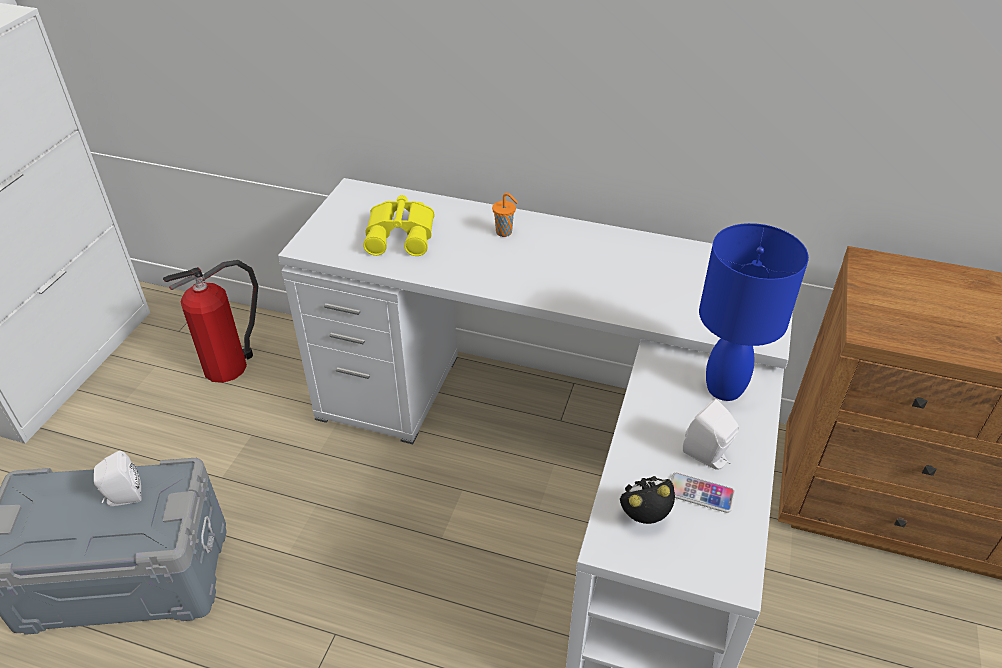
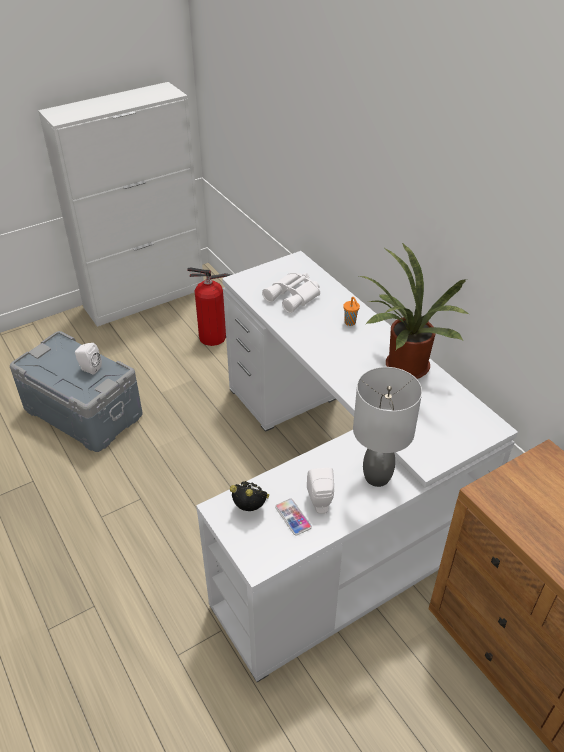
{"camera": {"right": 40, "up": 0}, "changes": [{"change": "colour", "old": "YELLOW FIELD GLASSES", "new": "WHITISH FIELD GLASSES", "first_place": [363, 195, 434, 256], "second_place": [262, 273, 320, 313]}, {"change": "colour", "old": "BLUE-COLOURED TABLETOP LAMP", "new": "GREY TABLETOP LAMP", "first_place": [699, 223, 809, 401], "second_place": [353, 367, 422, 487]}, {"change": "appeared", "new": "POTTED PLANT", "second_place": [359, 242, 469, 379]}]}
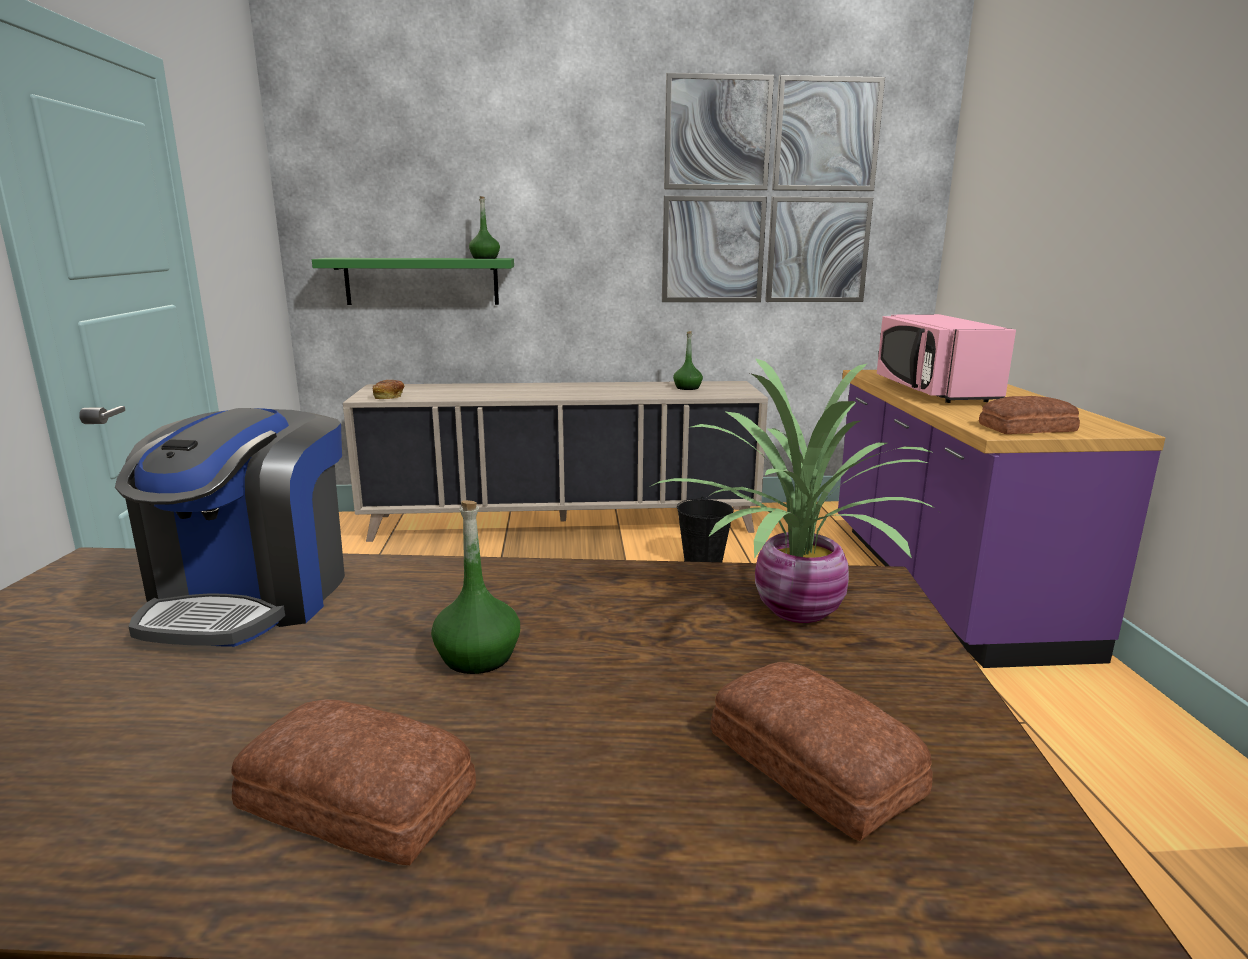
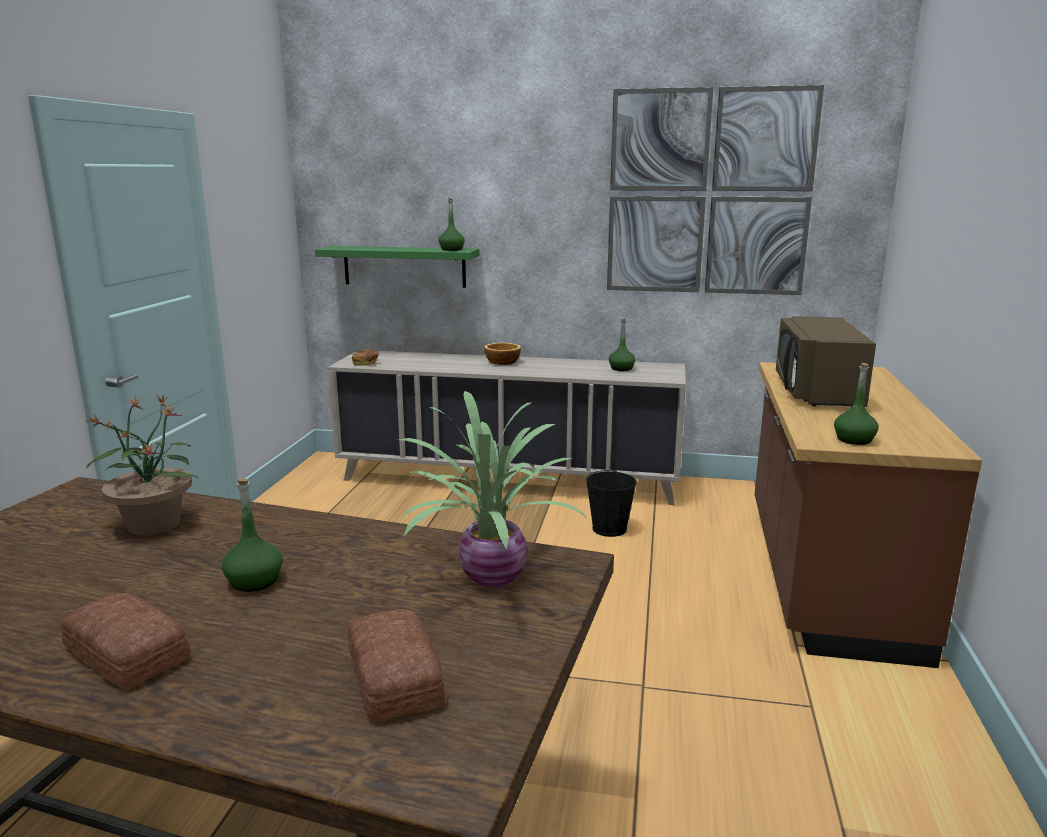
{"camera": {"right": 15, "up": 0}, "changes": [{"change": "colour", "old": "PINK KITCHEN MICROWAVE", "new": "BROWNISH KITCHEN MICROWAVE", "first_place": [877, 314, 1016, 403], "second_place": [776, 316, 876, 407]}, {"change": "colour", "old": "PURPLISH KITCHEN COUNTER", "new": "BROWNISH KITCHEN COUNTER", "first_place": [838, 370, 1165, 668], "second_place": [755, 362, 982, 668]}, {"change": "exchanged", "old": "BREAD", "new": "GREENISH DRINK BOTTLE", "first_place": [979, 396, 1080, 434], "second_place": [834, 363, 879, 445]}, {"change": "exchanged", "old": "COFFEE MAKER", "new": "POTTED PLANT", "first_place": [115, 408, 345, 647], "second_place": [86, 395, 198, 536]}, {"change": "appeared", "new": "DEEP DISH", "second_place": [484, 343, 521, 365]}]}
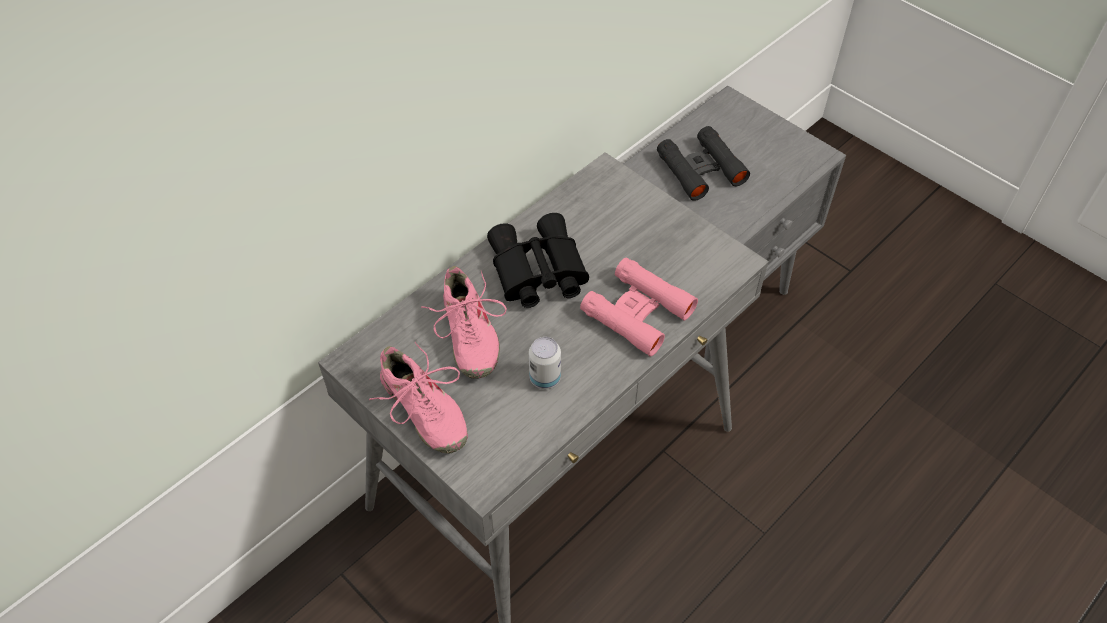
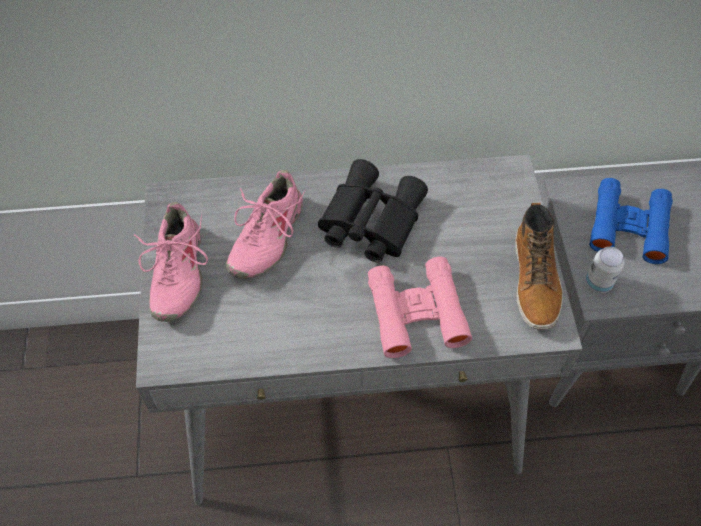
{"camera": {"right": 40, "up": 5}, "changes": [{"change": "colour", "old": "BLACKISH FIELD GLASSES", "new": "BLUE-COLOURED FIELD GLASSES", "first_place": [657, 126, 750, 201], "second_place": [590, 178, 673, 264]}, {"change": "relocated", "old": "CAN", "first_place": [529, 337, 561, 389], "second_place": [586, 247, 625, 293]}, {"change": "appeared", "new": "HIGH-TOP BOOT", "second_place": [515, 203, 563, 330]}]}
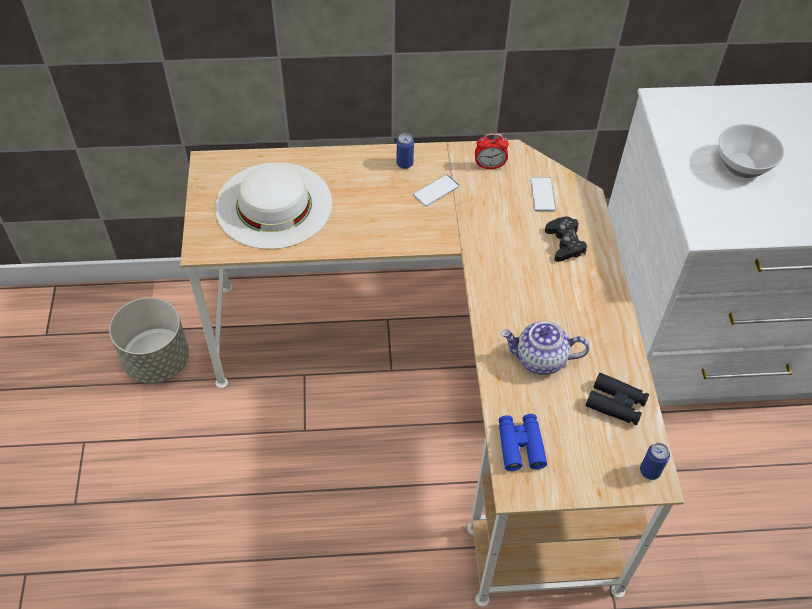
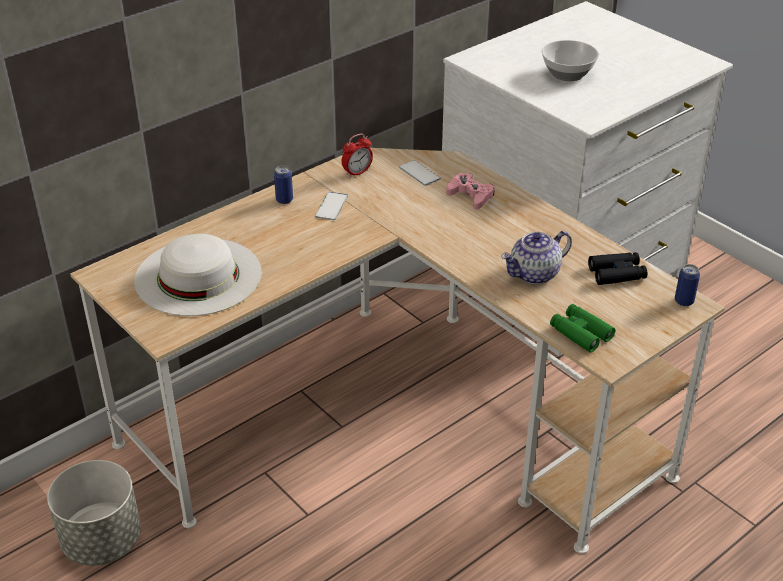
{"camera": {"right": -35, "up": -15}, "changes": [{"change": "colour", "old": "BLACKISH GAME CONTROLLER", "new": "PINK GAME CONTROLLER", "first_place": [545, 217, 587, 262], "second_place": [446, 173, 495, 210]}, {"change": "colour", "old": "BLUE-COLOURED FIELD GLASSES", "new": "GREENISH FIELD GLASSES", "first_place": [499, 414, 547, 471], "second_place": [550, 304, 615, 353]}]}
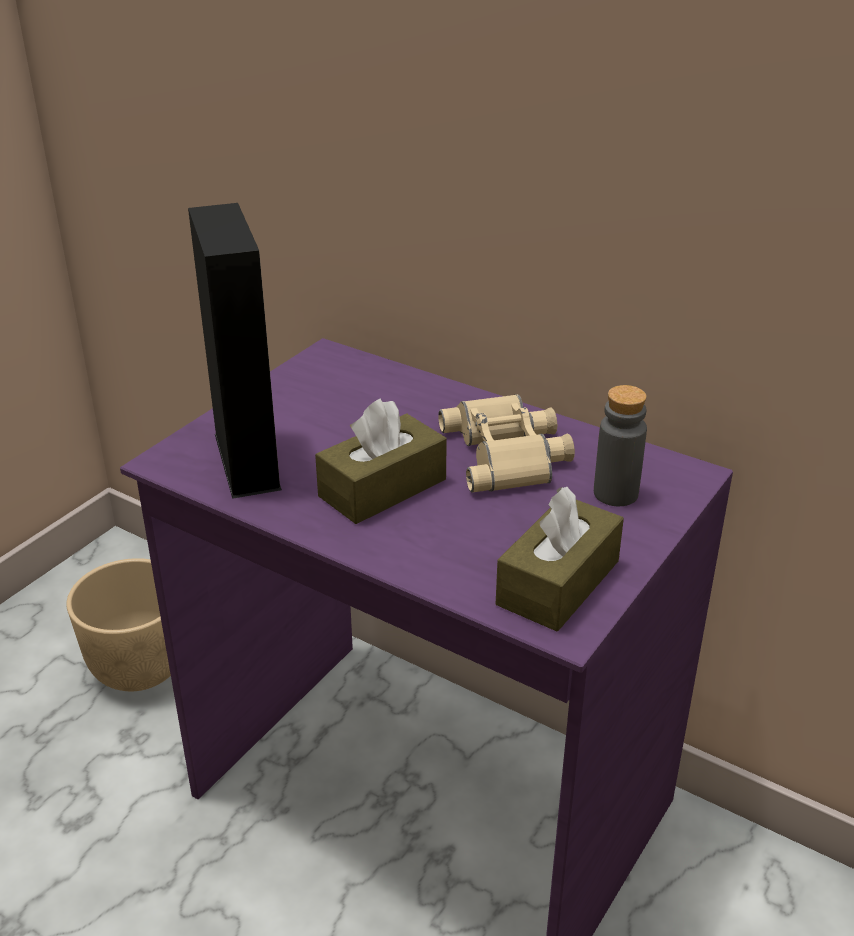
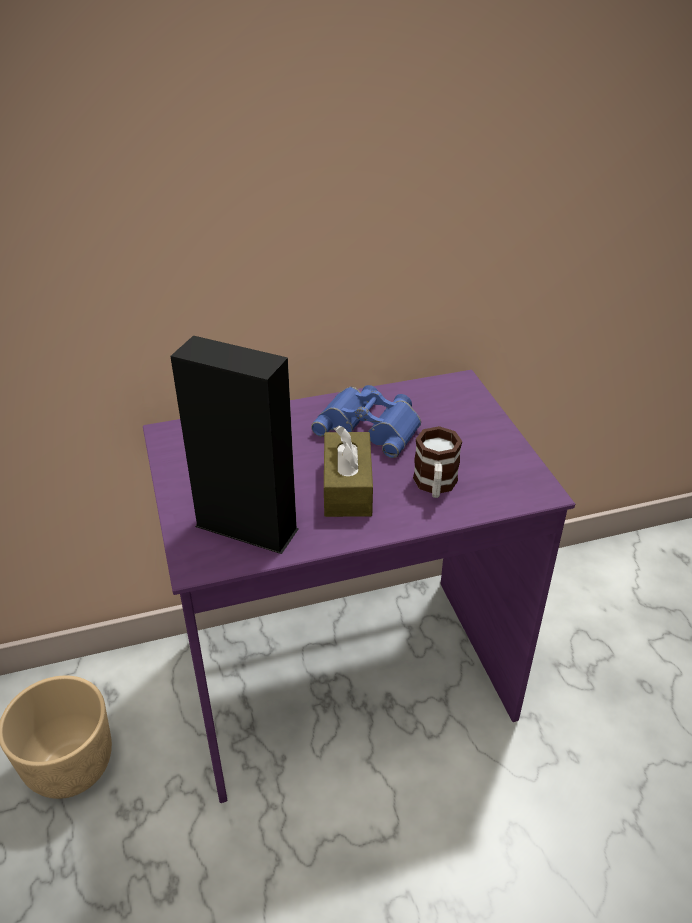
{"camera": {"right": -50, "up": 5}, "changes": [{"change": "missing", "old": "GREY DRINK BOTTLE", "first_place": [594, 385, 647, 506]}, {"change": "colour", "old": "BEIGE FIELD GLASSES", "new": "BLUE-COLOURED FIELD GLASSES", "first_place": [438, 394, 575, 493], "second_place": [311, 385, 421, 458]}, {"change": "missing", "old": "BROWNISH TISSUE BOX", "first_place": [496, 487, 624, 631]}, {"change": "appeared", "new": "MUG", "second_place": [413, 426, 462, 498]}]}
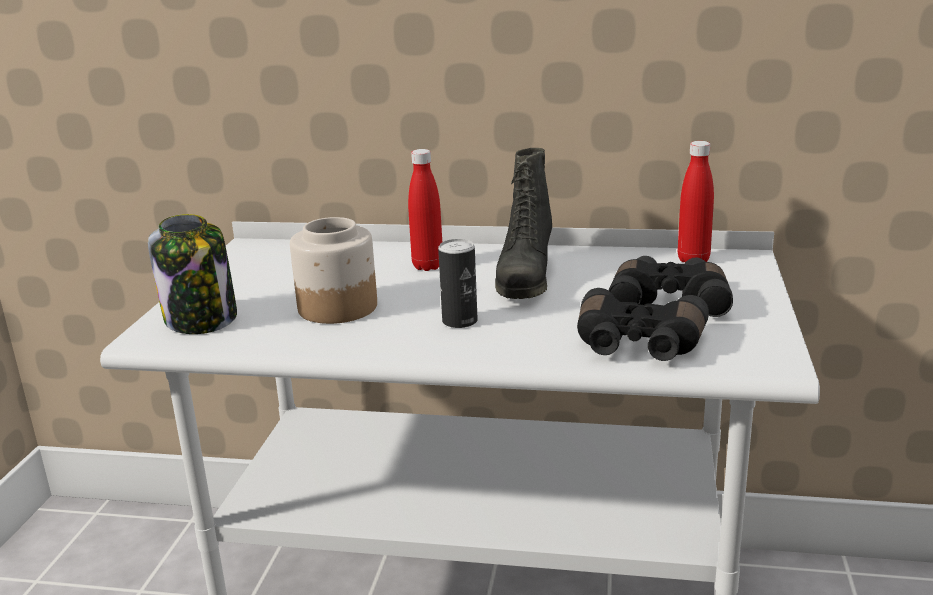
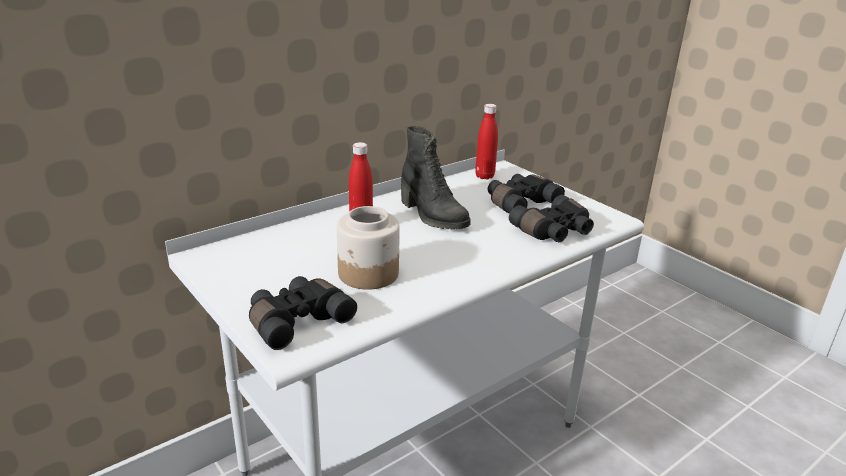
{"camera": {"right": -50, "up": 5}, "changes": [{"change": "exchanged", "old": "STORAGE JAR", "new": "BLACKISH FIELD GLASSES", "first_place": [148, 214, 237, 334], "second_place": [249, 276, 357, 350]}, {"change": "missing", "old": "CAN", "first_place": [438, 239, 478, 328]}]}
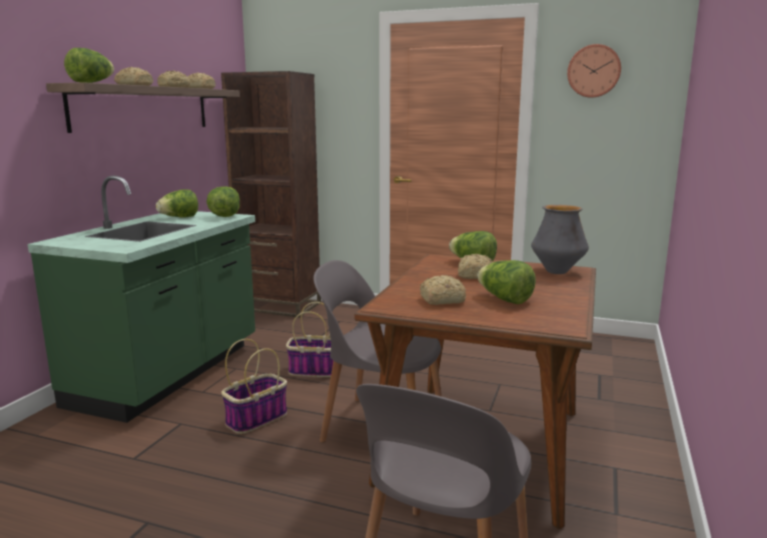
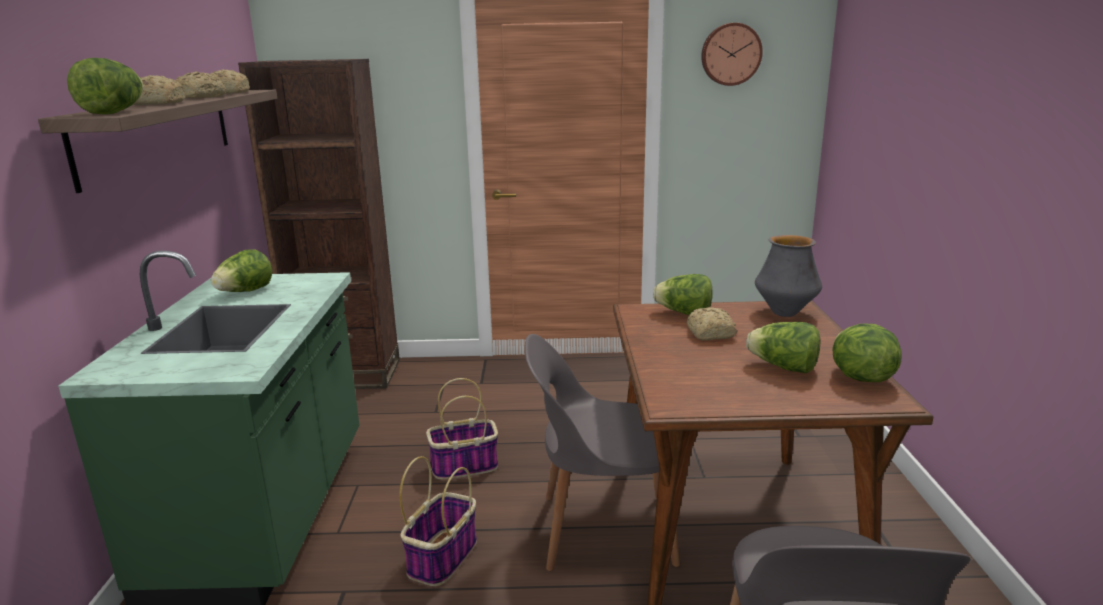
{"camera": {"right": -20, "up": 5}, "changes": [{"change": "relocated", "old": "HEAD OF LETTUCE", "first_place": [207, 186, 240, 217], "second_place": [832, 324, 902, 382]}, {"change": "missing", "old": "BREAD", "first_place": [420, 275, 466, 305]}]}
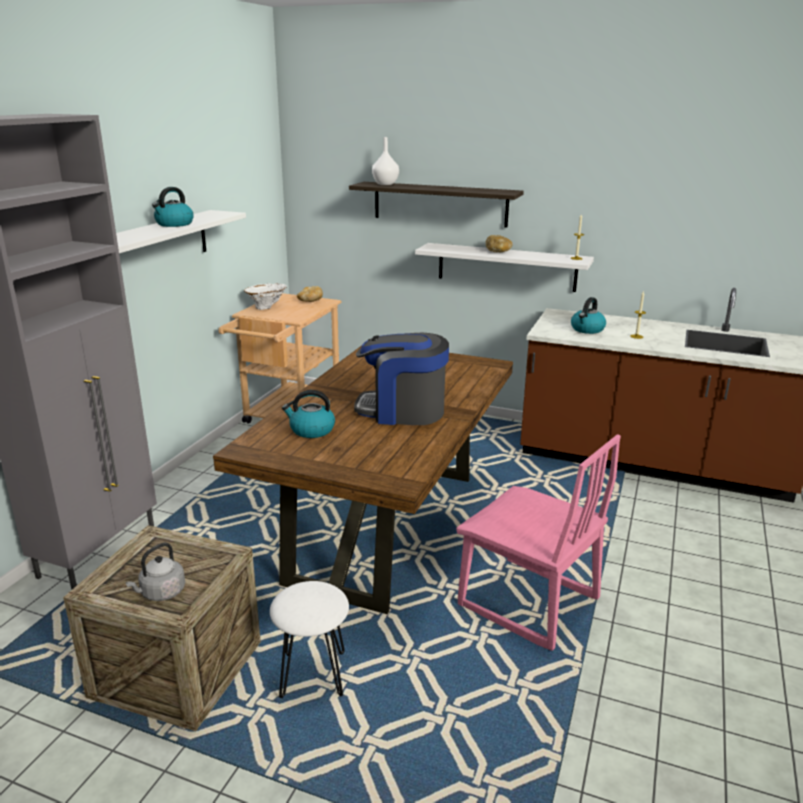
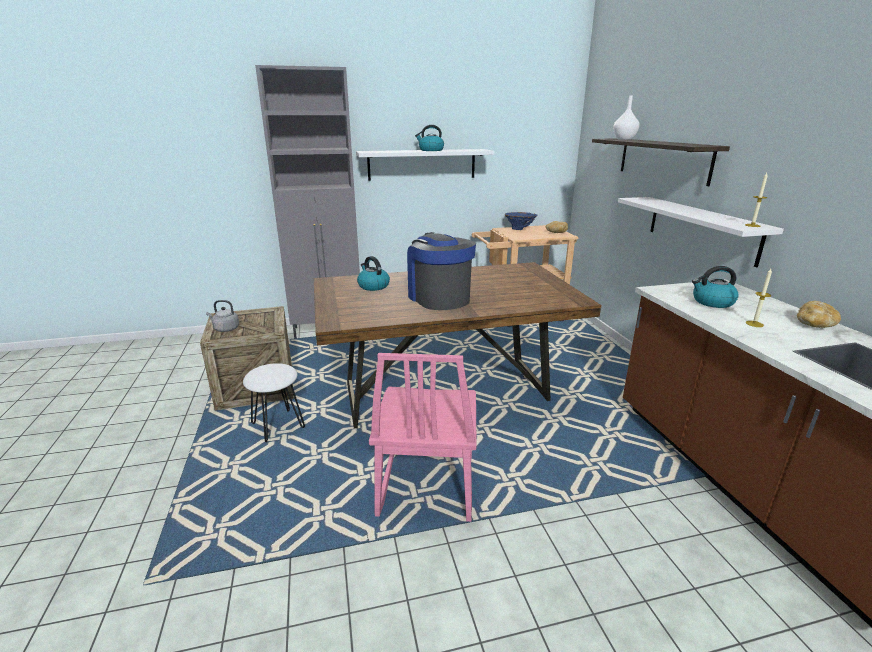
{"camera": {"right": 55, "up": 0}, "changes": [{"change": "relocated", "old": "BREAD", "first_place": [486, 235, 513, 252], "second_place": [797, 301, 841, 328]}, {"change": "colour", "old": "WHITISH FLOWER VASE", "new": "BLUE-COLOURED FLOWER VASE", "first_place": [244, 283, 287, 310], "second_place": [505, 212, 538, 230]}]}
